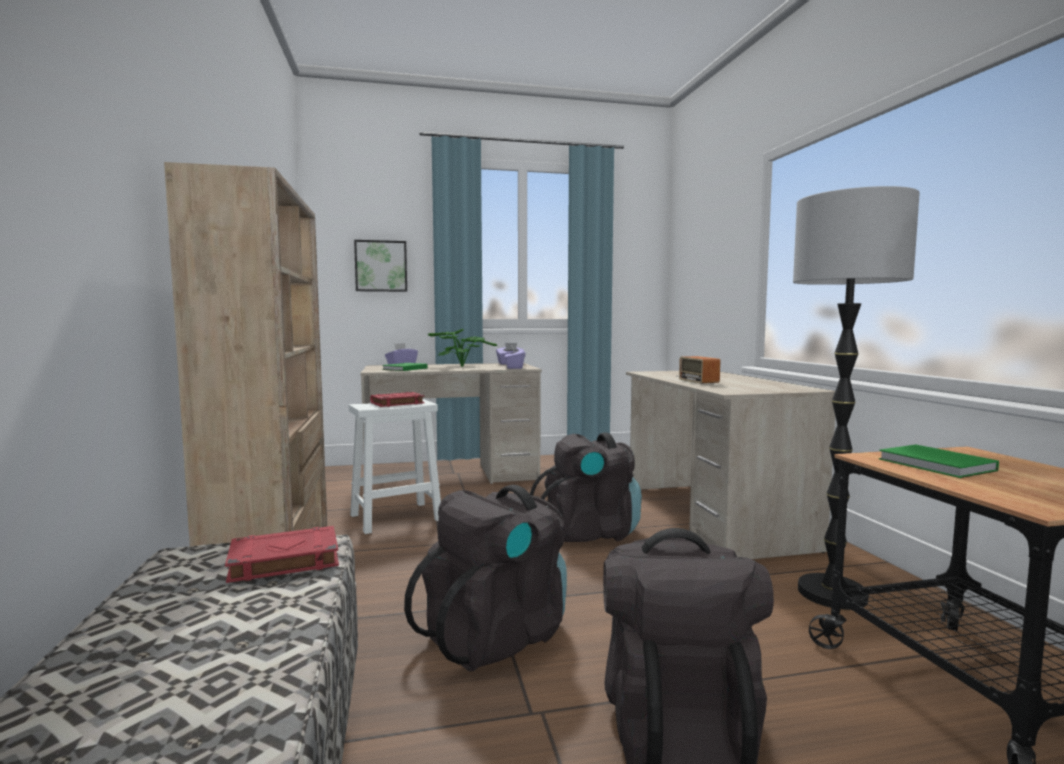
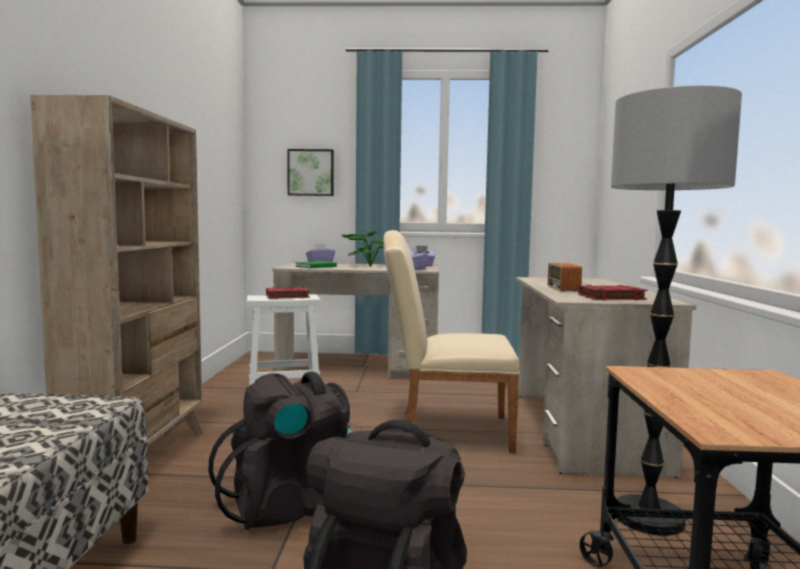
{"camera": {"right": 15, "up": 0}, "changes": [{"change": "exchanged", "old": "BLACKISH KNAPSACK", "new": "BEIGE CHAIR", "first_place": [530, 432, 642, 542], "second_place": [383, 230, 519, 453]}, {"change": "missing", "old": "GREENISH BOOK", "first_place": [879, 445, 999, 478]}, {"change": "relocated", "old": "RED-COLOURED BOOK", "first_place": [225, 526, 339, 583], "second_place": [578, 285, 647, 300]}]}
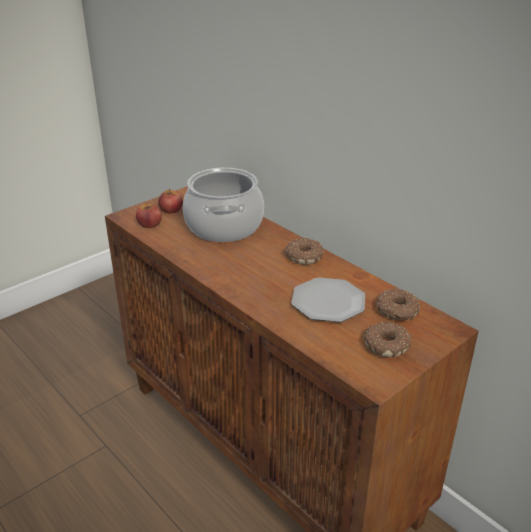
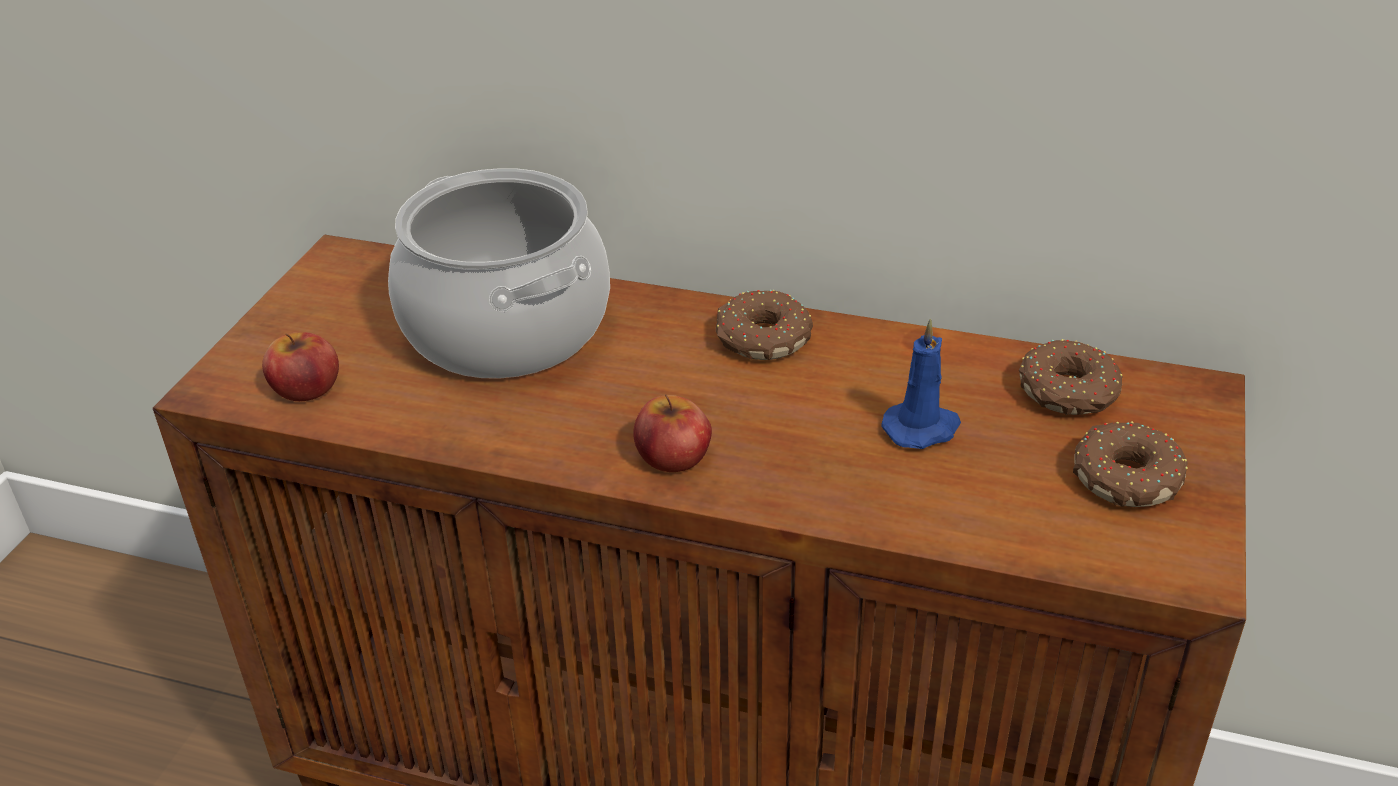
{"camera": {"right": -30, "up": 5}, "changes": [{"change": "relocated", "old": "APPLE FRUIT", "first_place": [158, 188, 183, 214], "second_place": [633, 394, 712, 472]}, {"change": "exchanged", "old": "PLATE", "new": "BLUE-COLOURED CANDLE", "first_place": [291, 278, 365, 322], "second_place": [881, 319, 961, 449]}]}
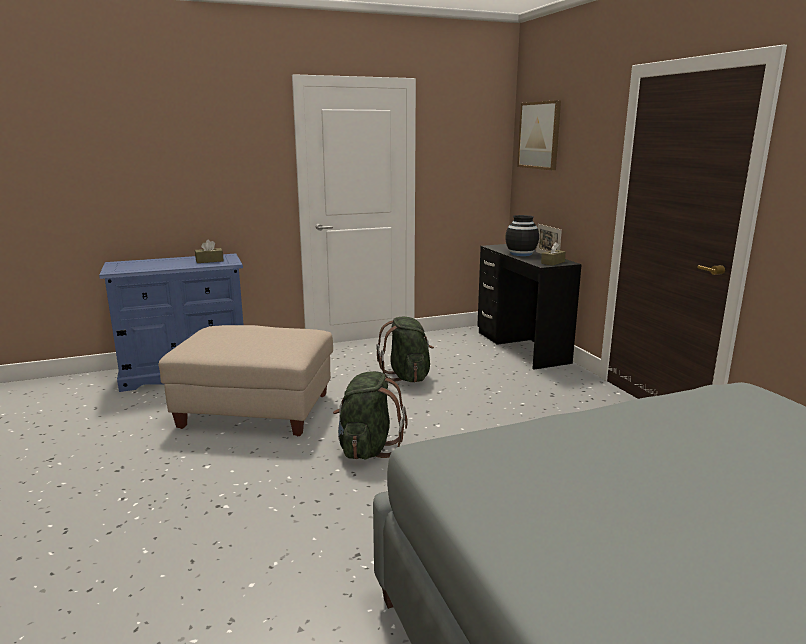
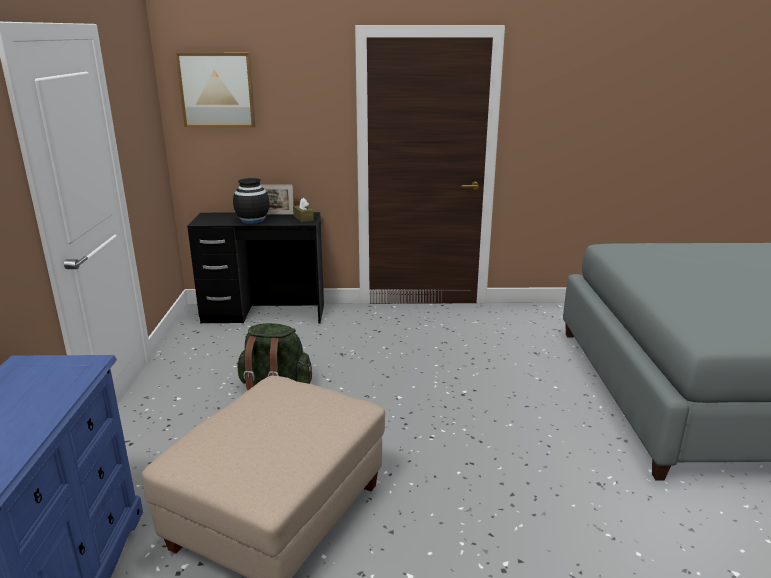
{"camera": {"right": -70, "up": 5}, "changes": [{"change": "missing", "old": "BROWNISH TISSUE BOX", "first_place": [195, 240, 224, 263]}, {"change": "missing", "old": "GREENISH KNAPSACK", "first_place": [333, 371, 408, 459]}]}
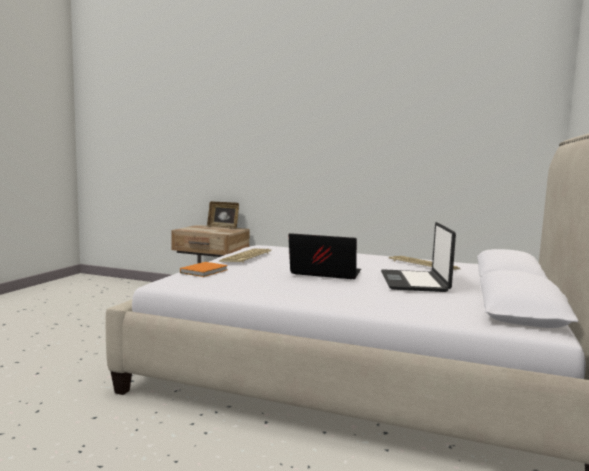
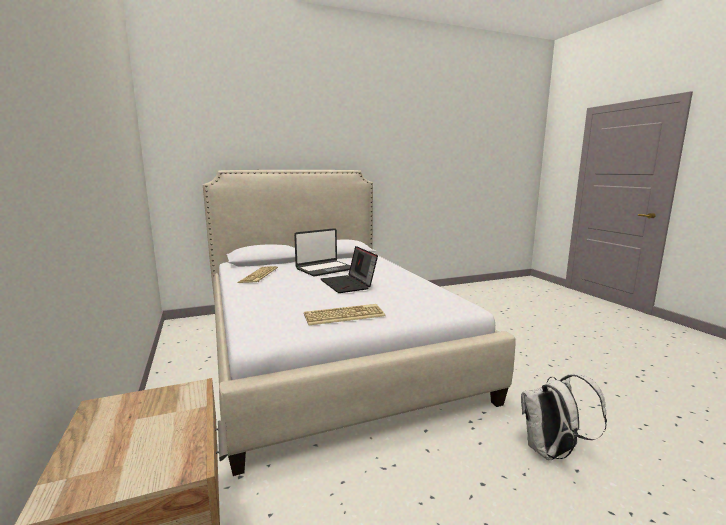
{"camera": {"right": -130, "up": 5}, "changes": [{"change": "missing", "old": "PICTURE FRAME", "first_place": [207, 201, 239, 229]}, {"change": "missing", "old": "ORANGE-COLOURED BOOK", "first_place": [180, 262, 228, 277]}, {"change": "appeared", "new": "WHITISH KNAPSACK", "second_place": [521, 374, 607, 460]}]}
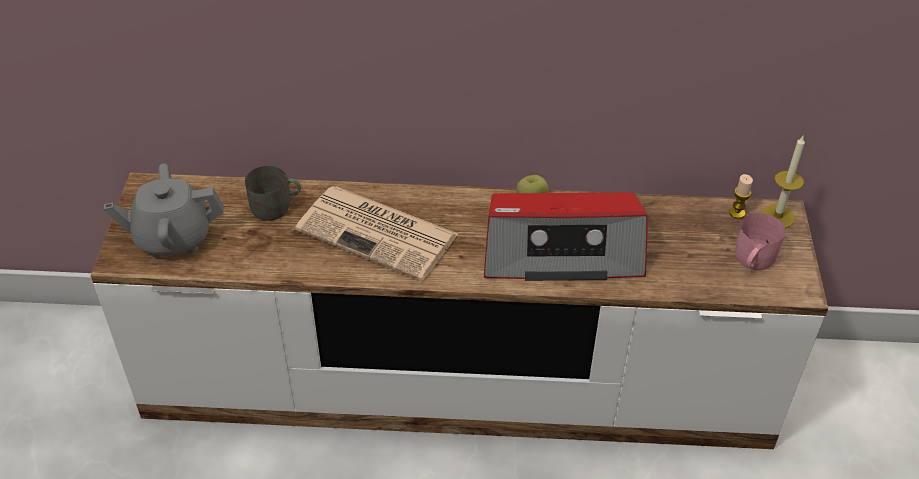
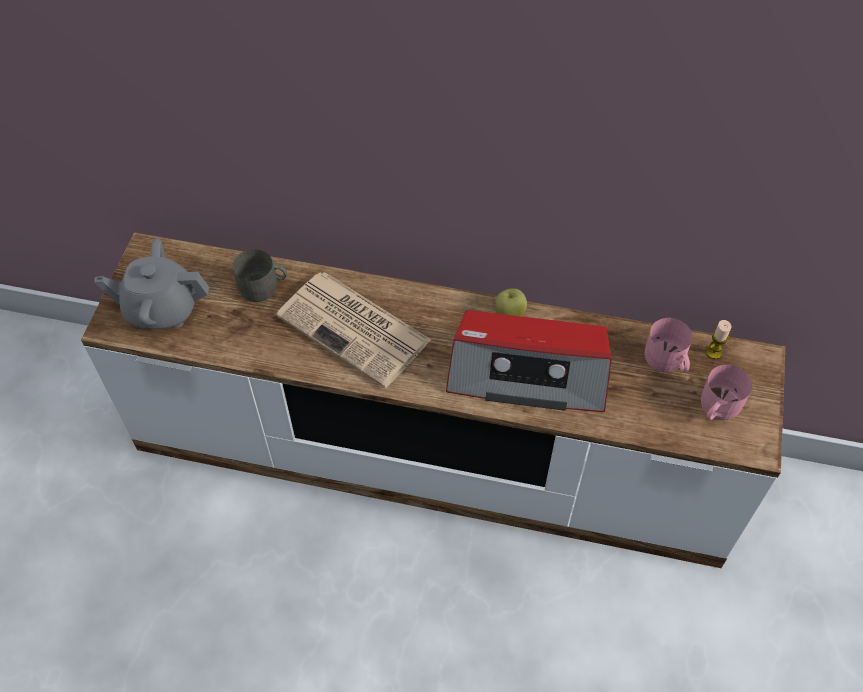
{"camera": {"right": 10, "up": 10}, "changes": [{"change": "missing", "old": "CANDLE", "first_place": [762, 136, 805, 228]}, {"change": "appeared", "new": "PINK MUG", "second_place": [645, 318, 692, 372]}]}
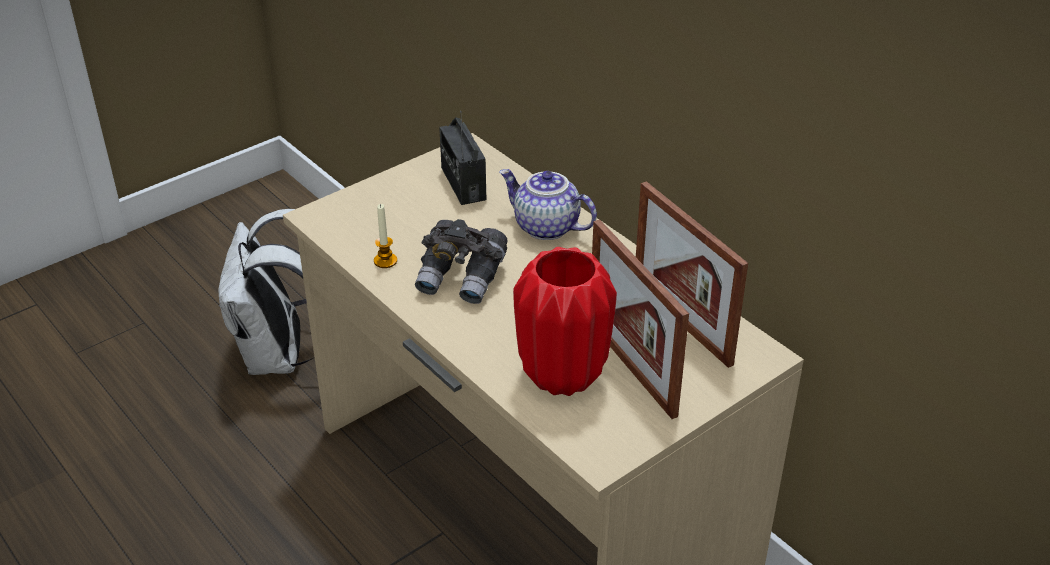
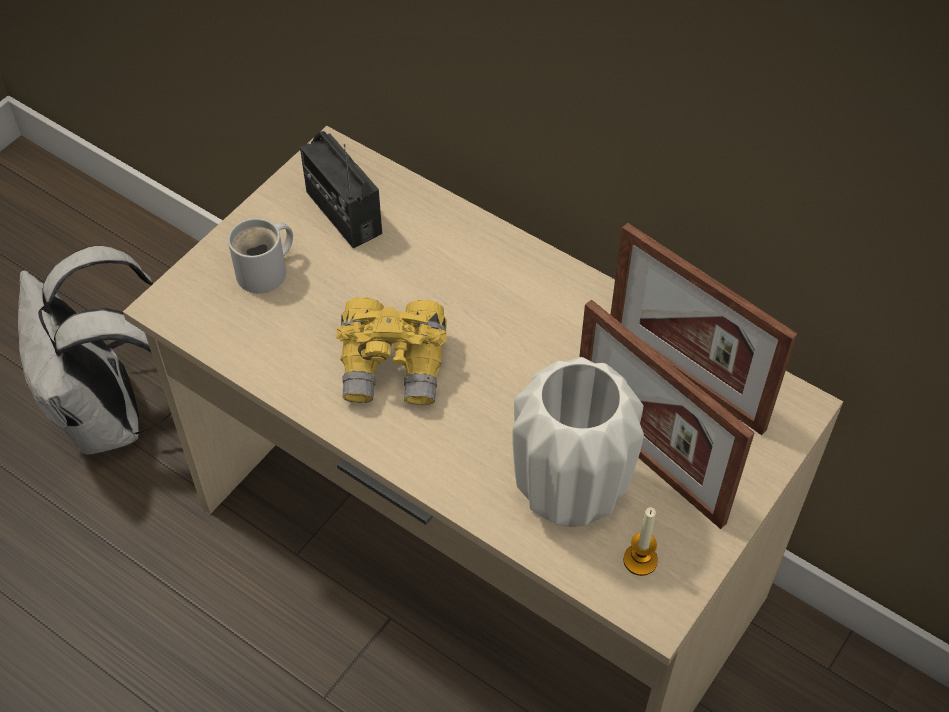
{"camera": {"right": -15, "up": 15}, "changes": [{"change": "missing", "old": "TEAPOT", "first_place": [499, 169, 597, 240]}, {"change": "relocated", "old": "CANDLE", "first_place": [374, 204, 397, 268], "second_place": [623, 507, 658, 576]}, {"change": "colour", "old": "GREY FIELD GLASSES", "new": "YELLOW FIELD GLASSES", "first_place": [415, 219, 508, 304], "second_place": [336, 297, 447, 405]}, {"change": "colour", "old": "RED-COLOURED FLOWER VASE", "new": "WHITISH FLOWER VASE", "first_place": [513, 247, 617, 396], "second_place": [513, 357, 644, 527]}, {"change": "appeared", "new": "WHITISH MUG", "second_place": [228, 218, 293, 293]}]}
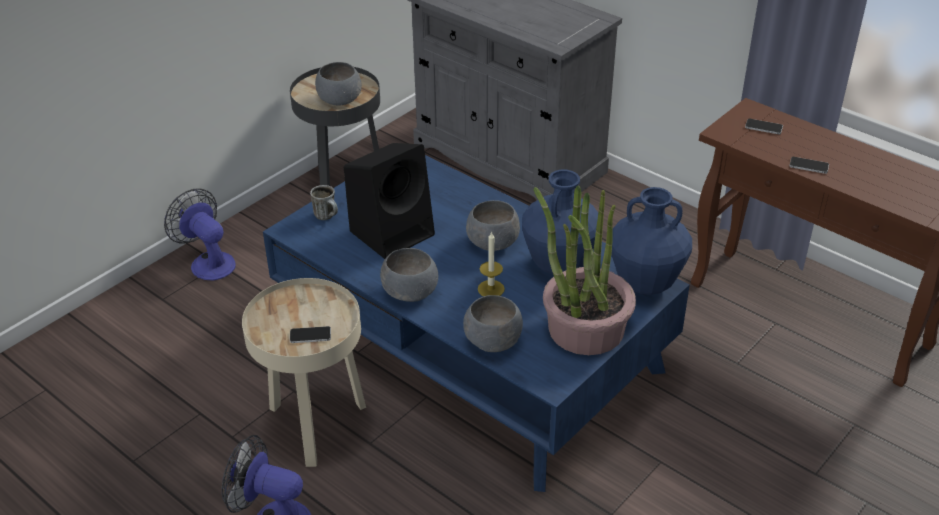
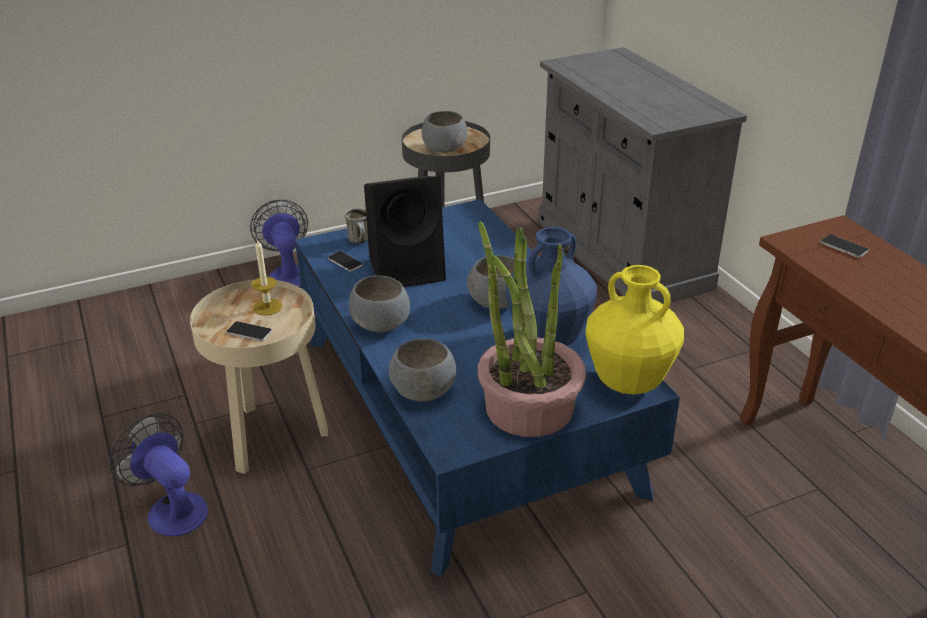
{"camera": {"right": 25, "up": -5}, "changes": [{"change": "relocated", "old": "HANDSET", "first_place": [789, 157, 829, 174], "second_place": [328, 251, 363, 272]}, {"change": "colour", "old": "BLUE-COLOURED FLOWER VASE", "new": "YELLOW FLOWER VASE", "first_place": [611, 187, 692, 295], "second_place": [586, 265, 684, 395]}, {"change": "relocated", "old": "CANDLE", "first_place": [478, 231, 505, 296], "second_place": [252, 239, 282, 316]}]}
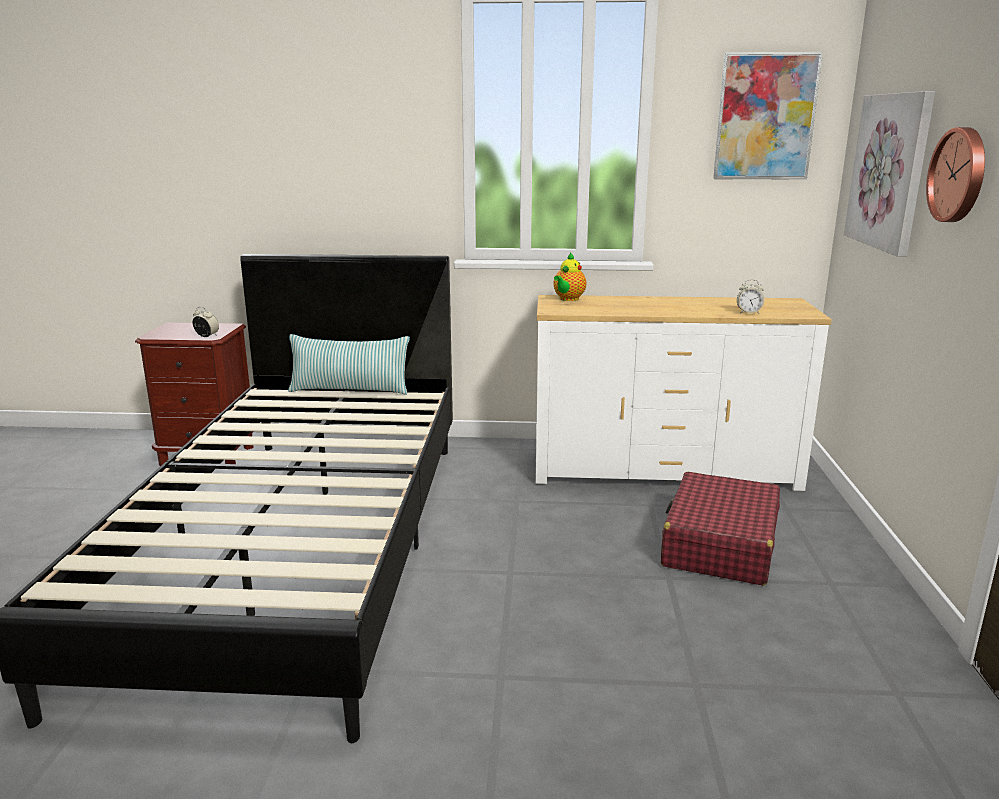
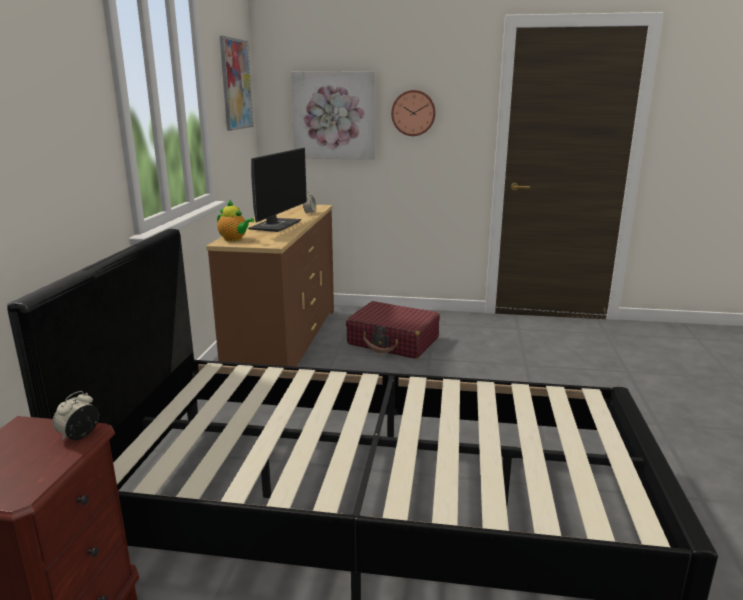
{"camera": {"right": -85, "up": 0}, "changes": [{"change": "colour", "old": "WHITISH CHEST OF DRAWERS", "new": "BROWNISH CHEST OF DRAWERS", "first_place": [535, 295, 832, 491], "second_place": [206, 204, 334, 367]}, {"change": "missing", "old": "CUSHION", "first_place": [288, 334, 410, 395]}, {"change": "appeared", "new": "COMPUTER SCREEN", "second_place": [248, 148, 307, 232]}]}
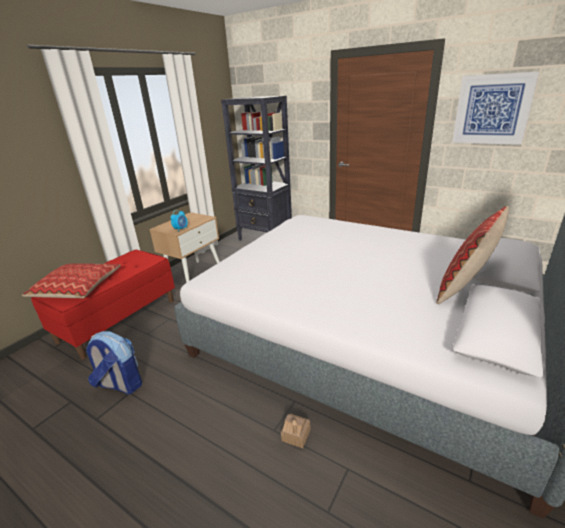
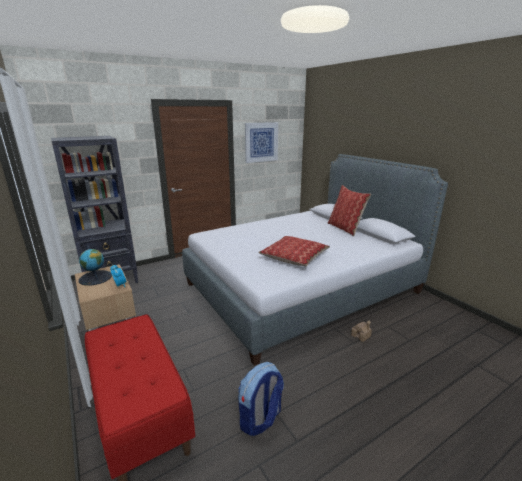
{"camera": {"right": -65, "up": -5}, "changes": [{"change": "relocated", "old": "CUSHION", "first_place": [22, 263, 121, 298], "second_place": [258, 236, 330, 266]}, {"change": "appeared", "new": "WORLD GLOBE", "second_place": [79, 245, 112, 286]}]}
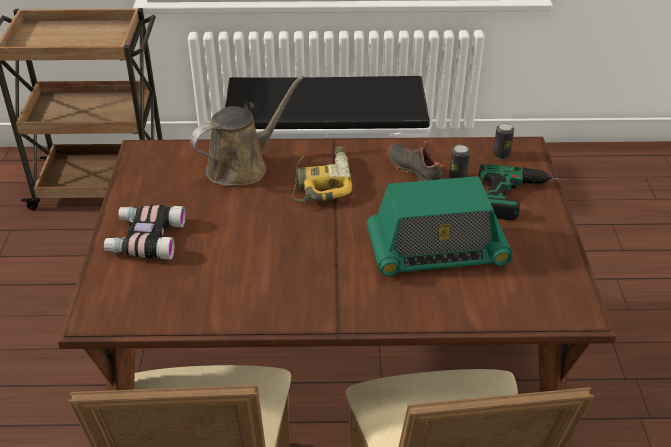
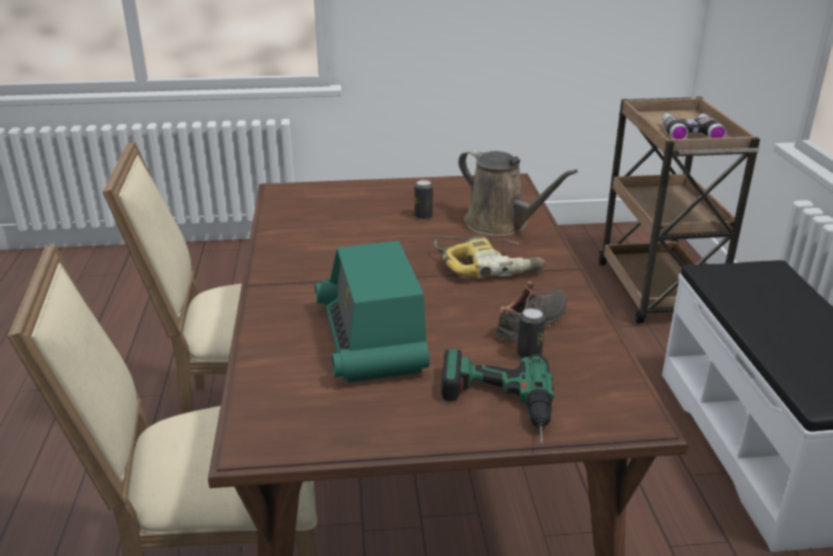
{"camera": {"right": 85, "up": -10}, "changes": [{"change": "relocated", "old": "CAN", "first_place": [493, 123, 514, 159], "second_place": [414, 180, 433, 219]}, {"change": "relocated", "old": "FIELD GLASSES", "first_place": [104, 205, 186, 259], "second_place": [662, 113, 727, 139]}]}
